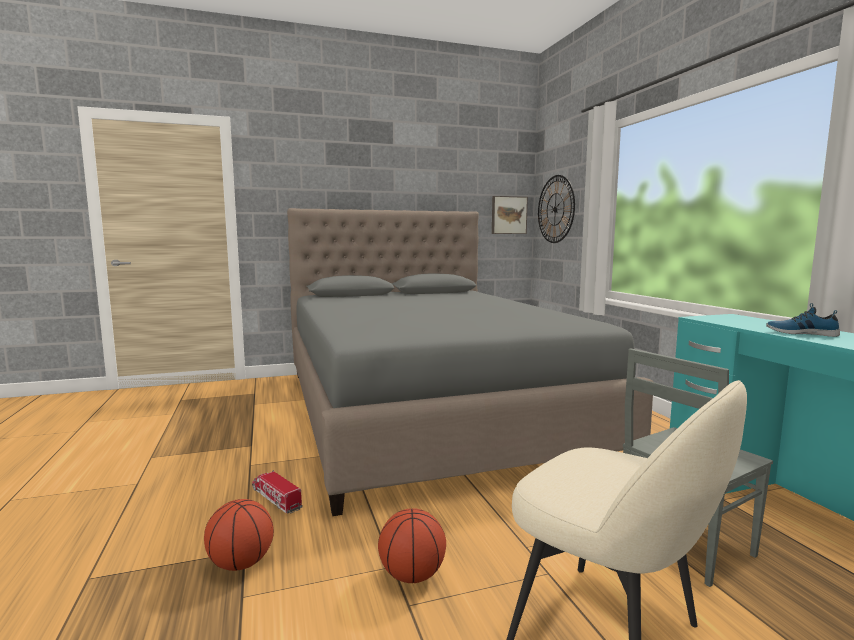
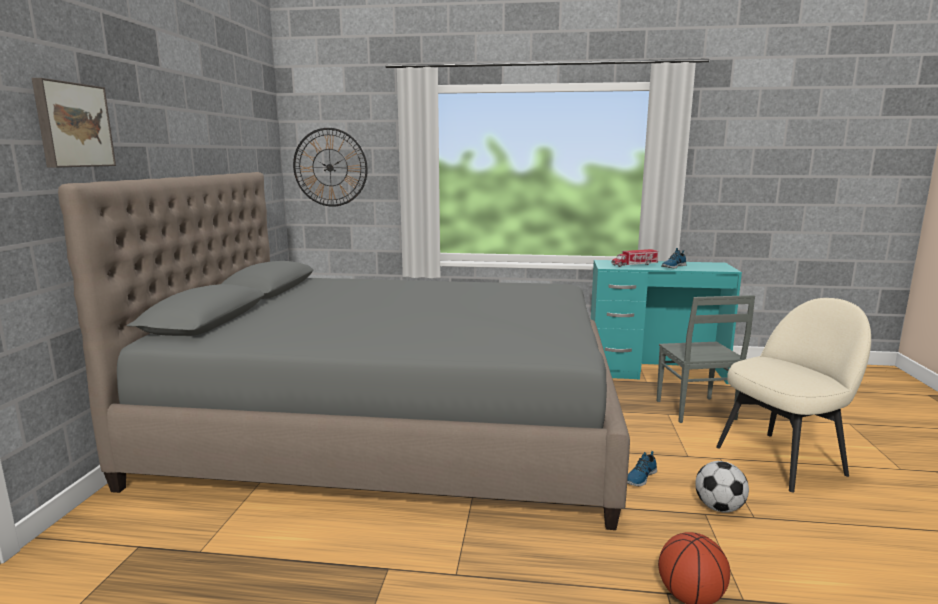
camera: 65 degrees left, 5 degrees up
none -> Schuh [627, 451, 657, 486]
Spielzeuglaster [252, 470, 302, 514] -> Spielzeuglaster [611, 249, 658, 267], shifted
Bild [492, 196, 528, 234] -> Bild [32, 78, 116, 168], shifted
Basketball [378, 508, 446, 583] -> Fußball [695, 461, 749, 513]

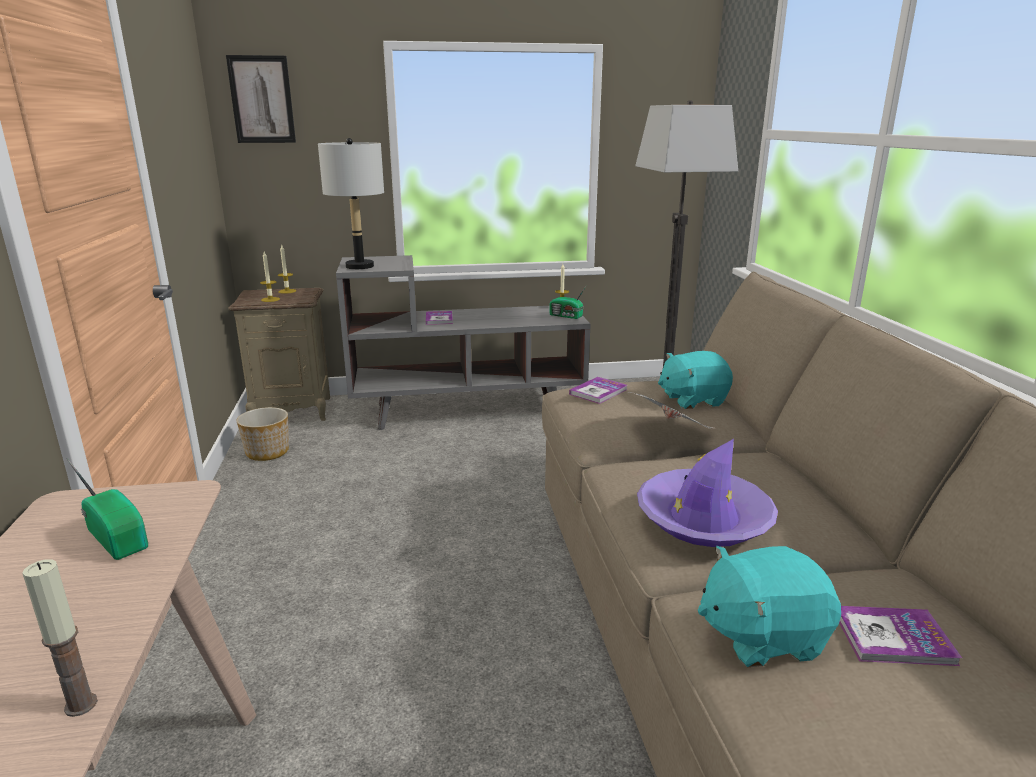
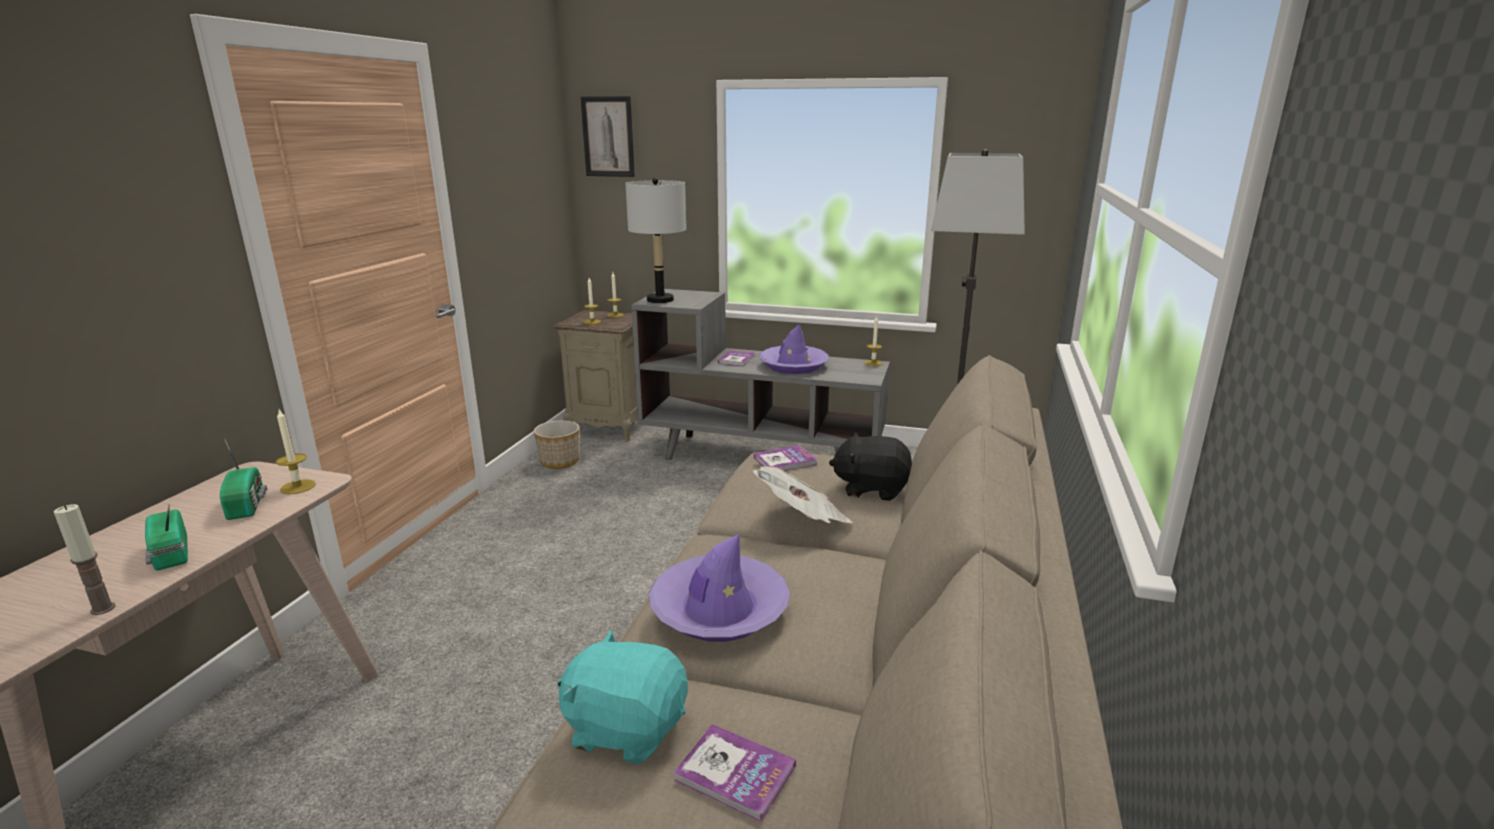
camera: 25 degrees right, 0 degrees up
none -> Kerze [276, 409, 316, 494]
none -> Hut [lila] [759, 325, 829, 374]
Radio [549, 285, 587, 319] -> Radio [145, 505, 188, 570], shifted
Plüschtier [türkis] [658, 351, 733, 409] -> Plüschtier [schwarz] [829, 433, 912, 501]

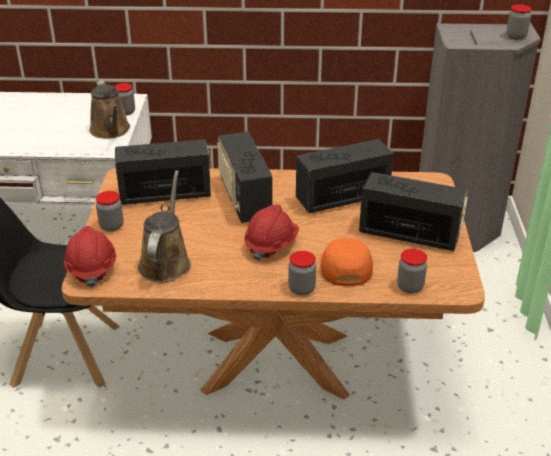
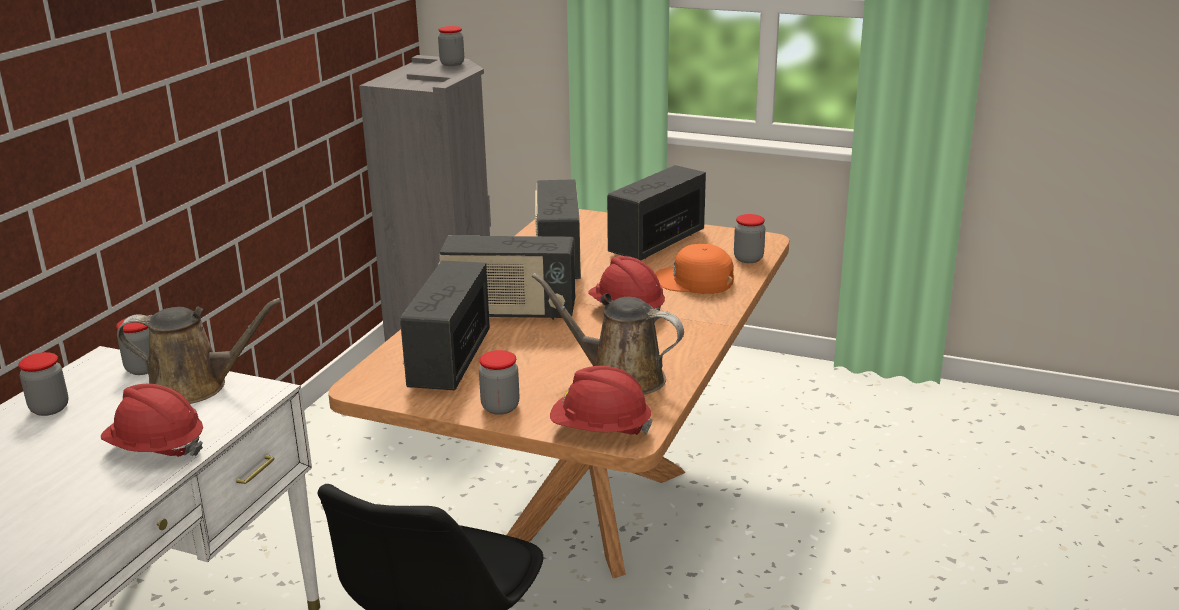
camera: 70 degrees left, 10 degrees down
none -> Schutzhelm [rot] [101, 384, 203, 457]
Vorratsglas [288, 251, 316, 296] -> Vorratsglas [18, 352, 69, 416], shifted

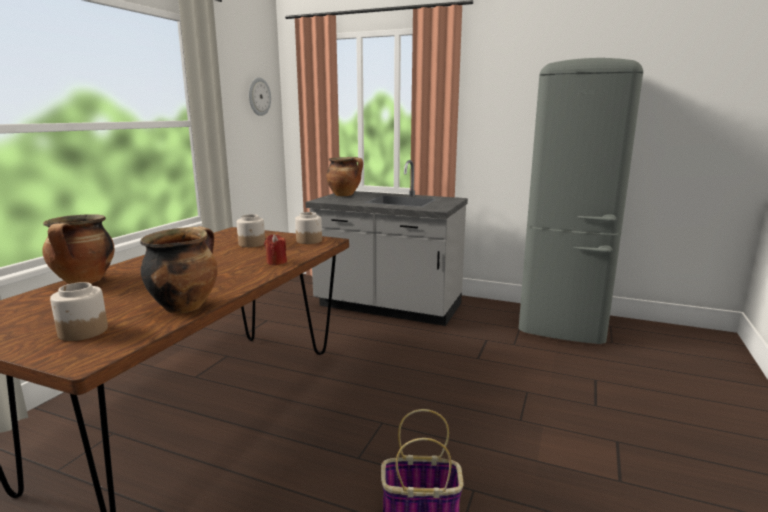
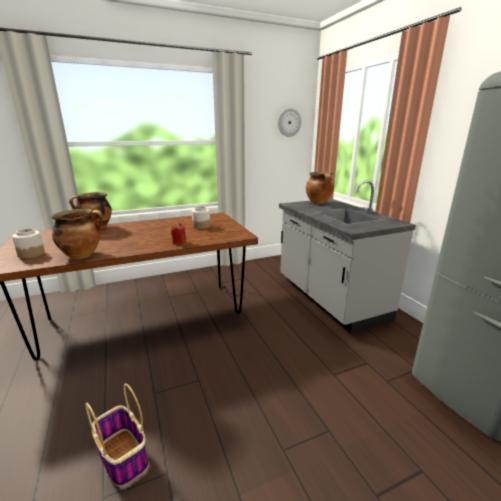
camera: 45 degrees right, 5 degrees up
Vorratsglas [295, 212, 322, 244] -> none

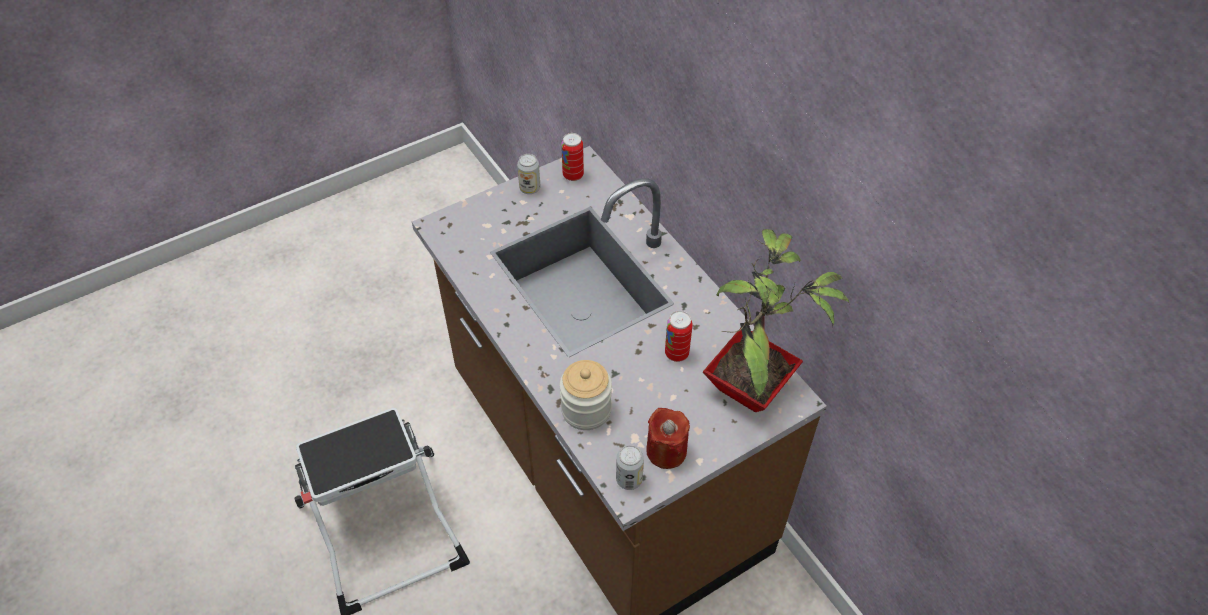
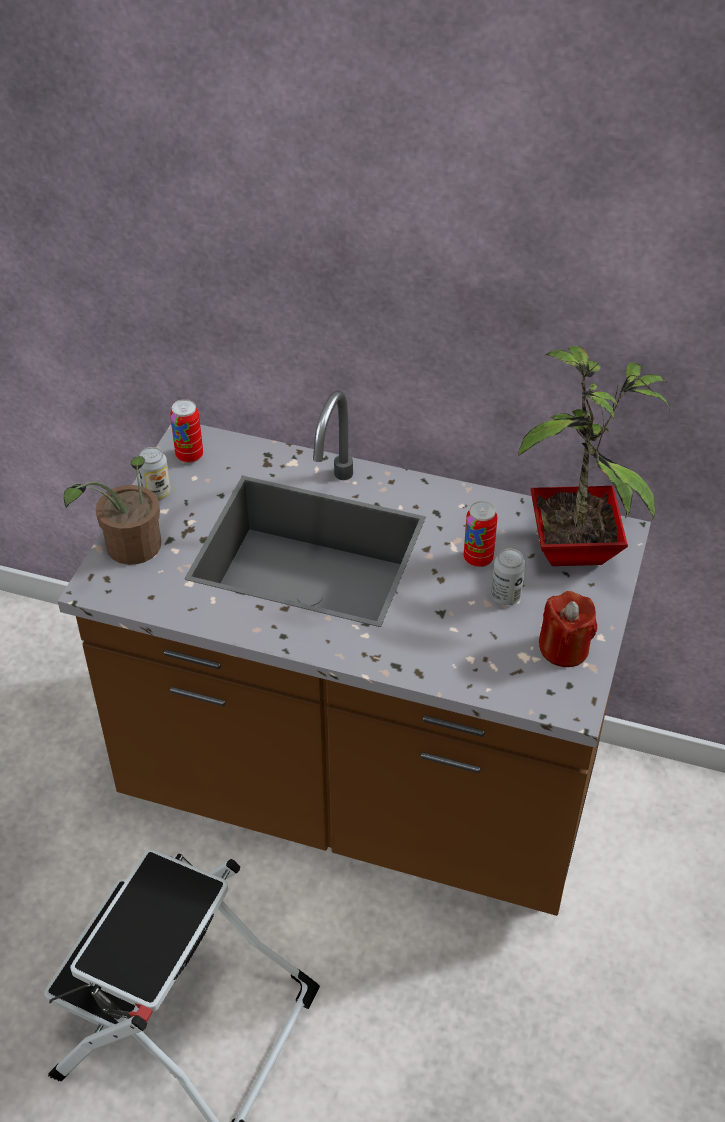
camera: 40 degrees left, 5 degrees down
Vorratsglas [559, 360, 612, 430] -> none
none -> Topfpflanze [64, 456, 161, 565]
Dose [616, 445, 644, 490] -> Dose [491, 549, 526, 605], shifted

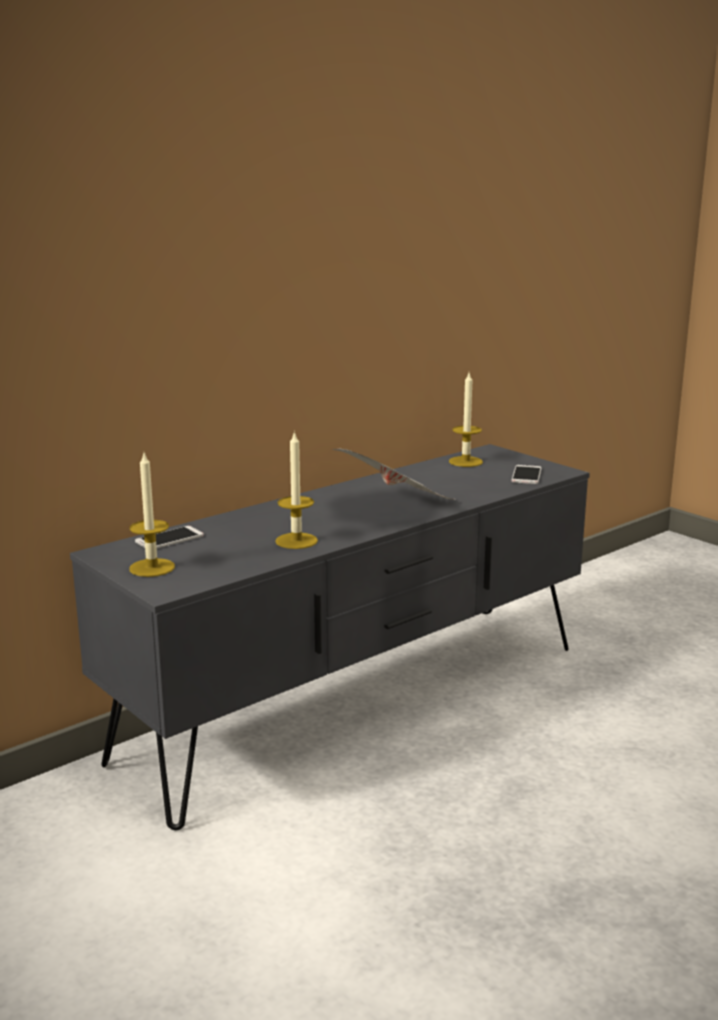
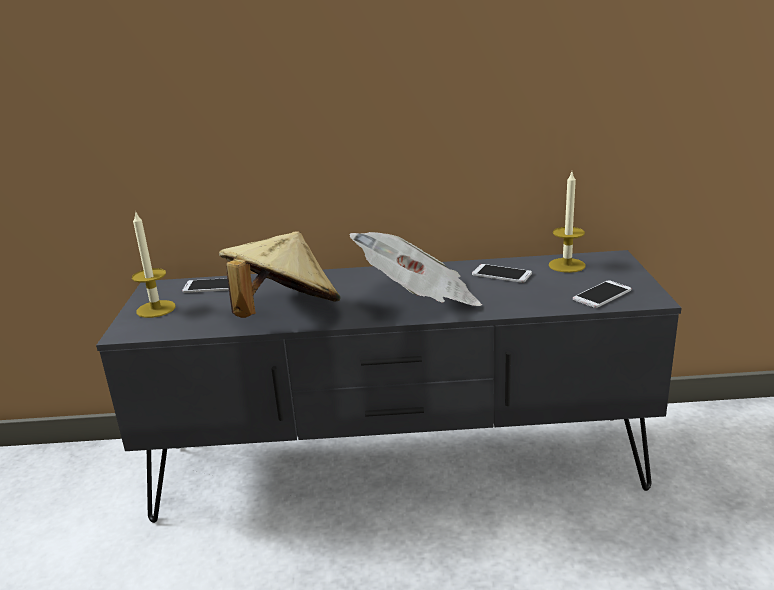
camera: 40 degrees right, 5 degrees up
none -> Handy [472, 264, 532, 283]
Kerze [275, 431, 318, 549] -> Hut [beige] [219, 231, 341, 318]

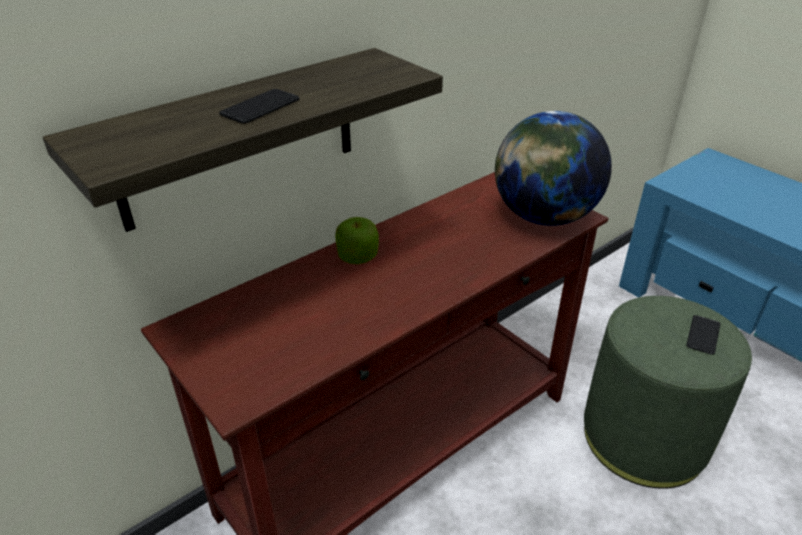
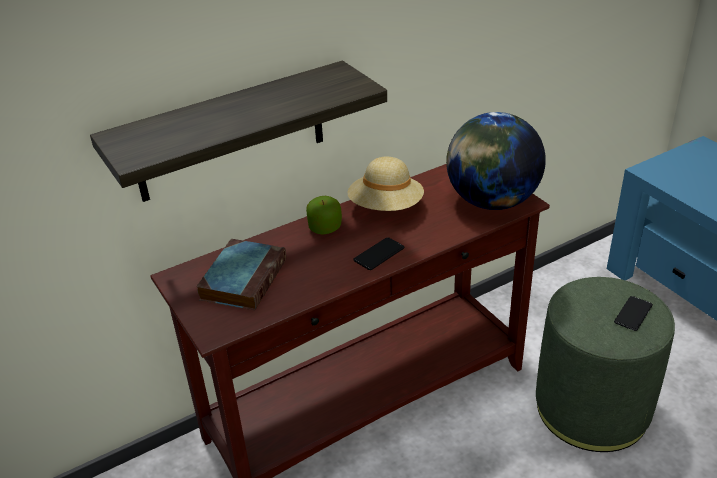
camera: 10 degrees right, 0 degrees up
none -> Buch [196, 239, 286, 311]
none -> Hut [beige] [348, 156, 424, 211]
Handy [219, 89, 300, 124] -> Handy [353, 237, 404, 270], shifted

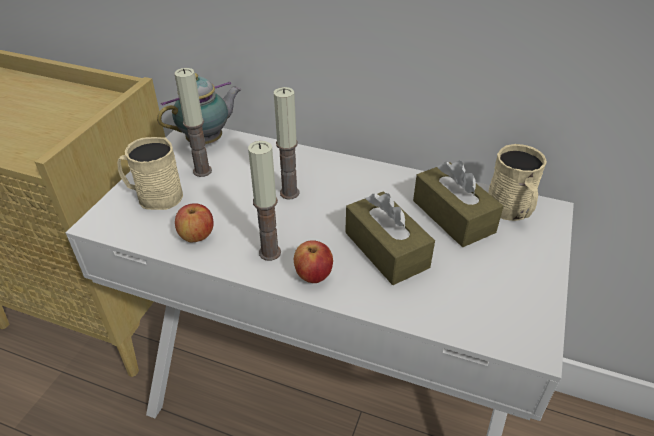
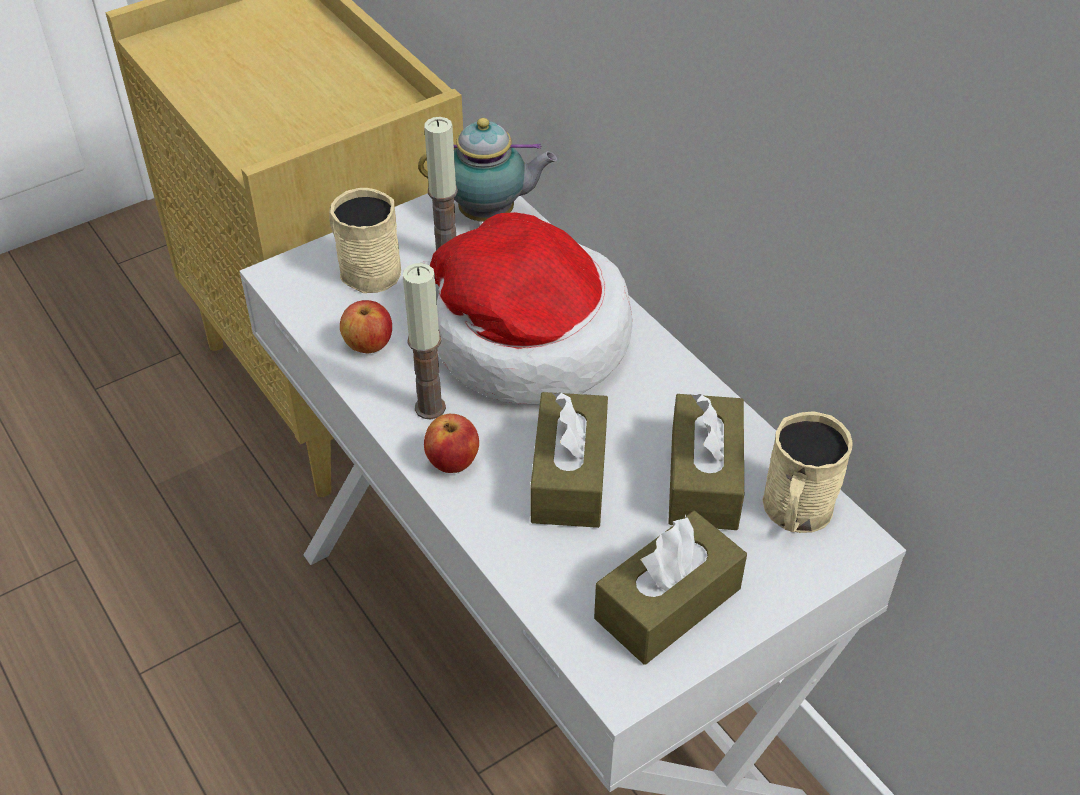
camera: 35 degrees right, 5 degrees up
none -> Taschentuchbox [braun] [594, 511, 747, 665]
Kerze [274, 87, 300, 199] -> Hut [421, 212, 632, 404]

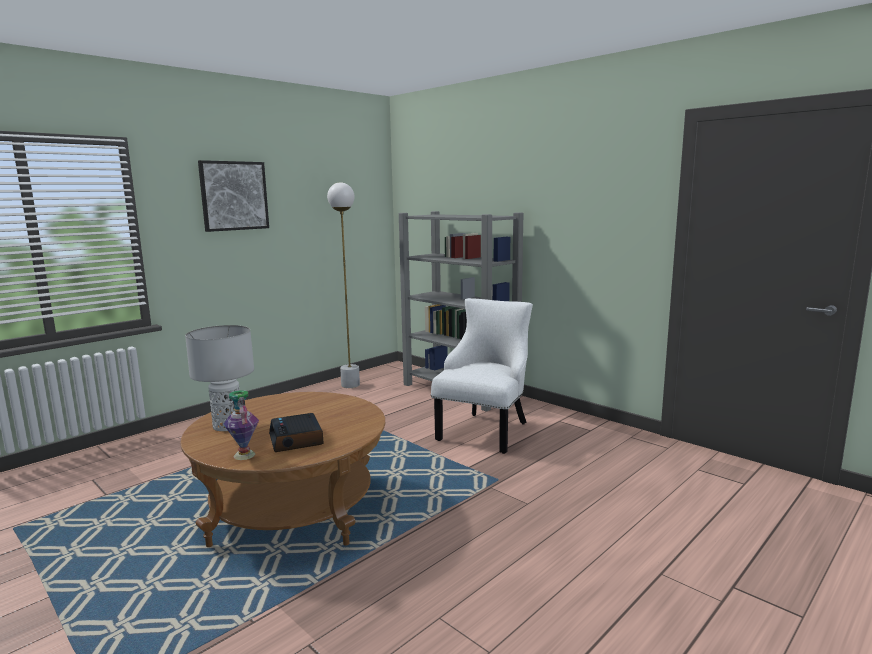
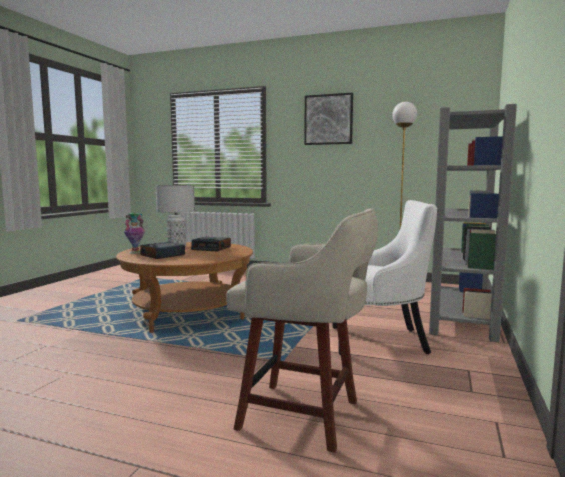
camera: 65 degrees right, 5 degrees down
none -> Wecker [191, 236, 231, 252]
none -> Hocker [beige] [226, 209, 378, 453]

